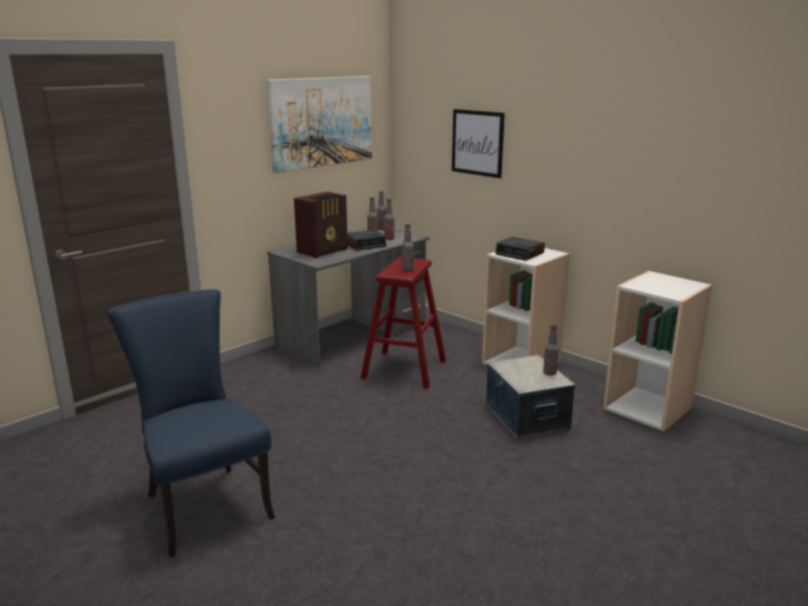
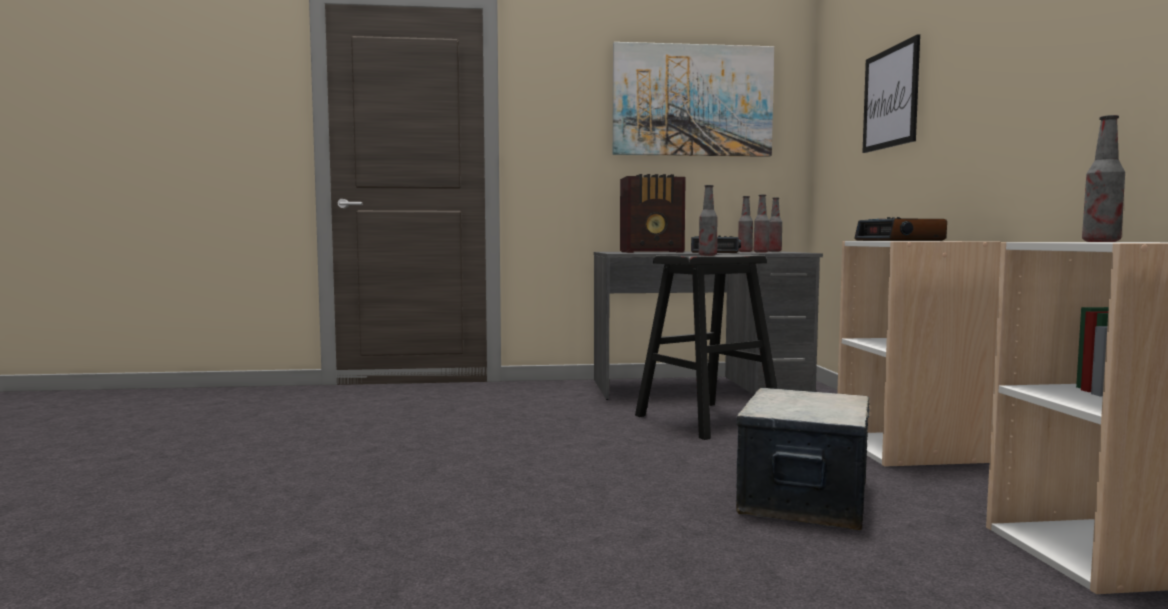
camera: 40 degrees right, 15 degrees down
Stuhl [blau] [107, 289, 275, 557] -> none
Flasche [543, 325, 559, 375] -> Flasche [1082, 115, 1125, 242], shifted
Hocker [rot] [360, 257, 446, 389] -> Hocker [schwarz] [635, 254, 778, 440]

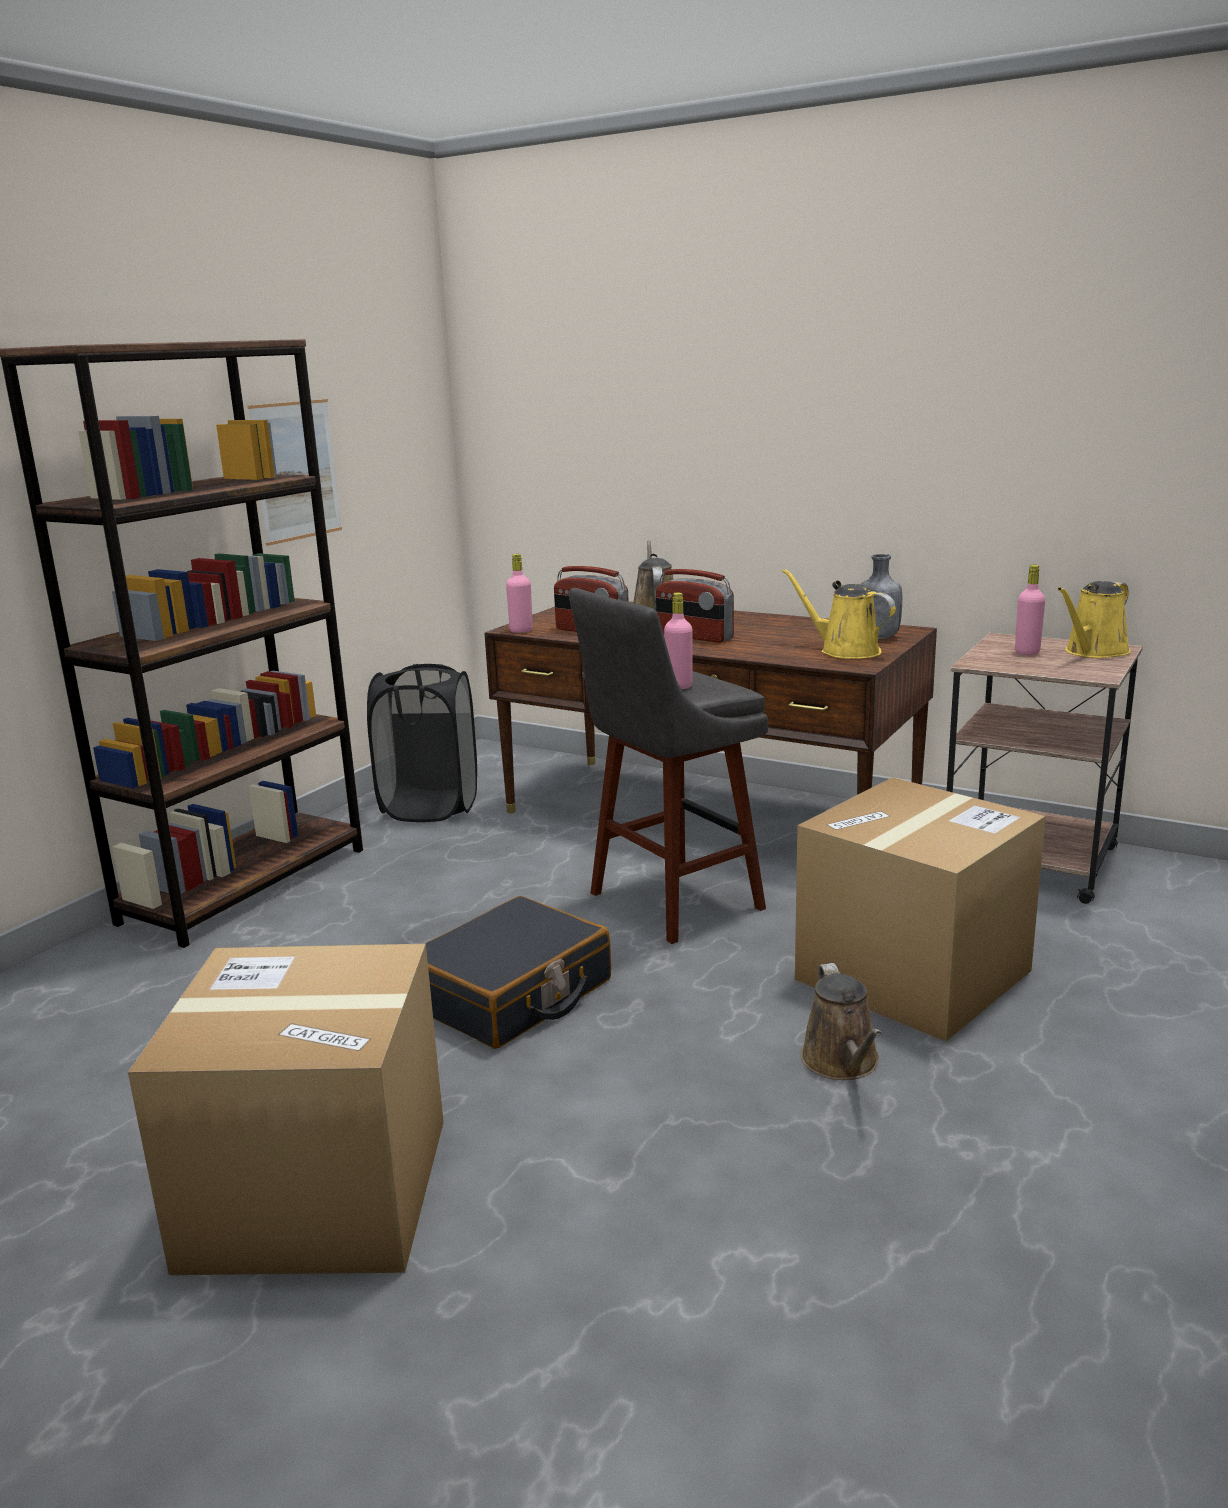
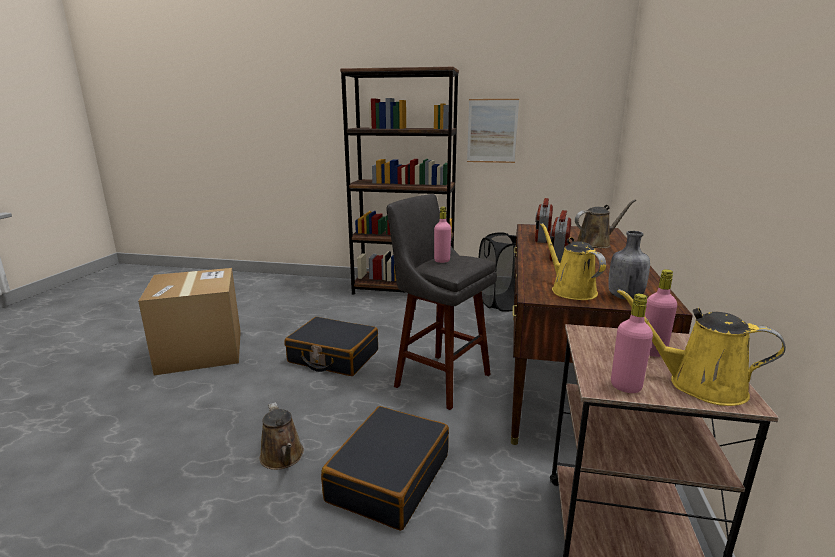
camera: 70 degrees right, 0 degrees up
Flasche [rosa] [506, 554, 533, 633] -> Flasche [rosa] [611, 294, 653, 393], shifted
Karton [795, 777, 1046, 1042] -> Koffer [schwarz] [321, 406, 449, 531]
Gießkanne [gelb] [782, 569, 896, 659] -> Gießkanne [gelb] [540, 223, 606, 300], 45 degrees counterclockwise
Gießkanne [braun] [801, 963, 882, 1080] -> Gießkanne [braun] [260, 402, 304, 470], 90 degrees counterclockwise

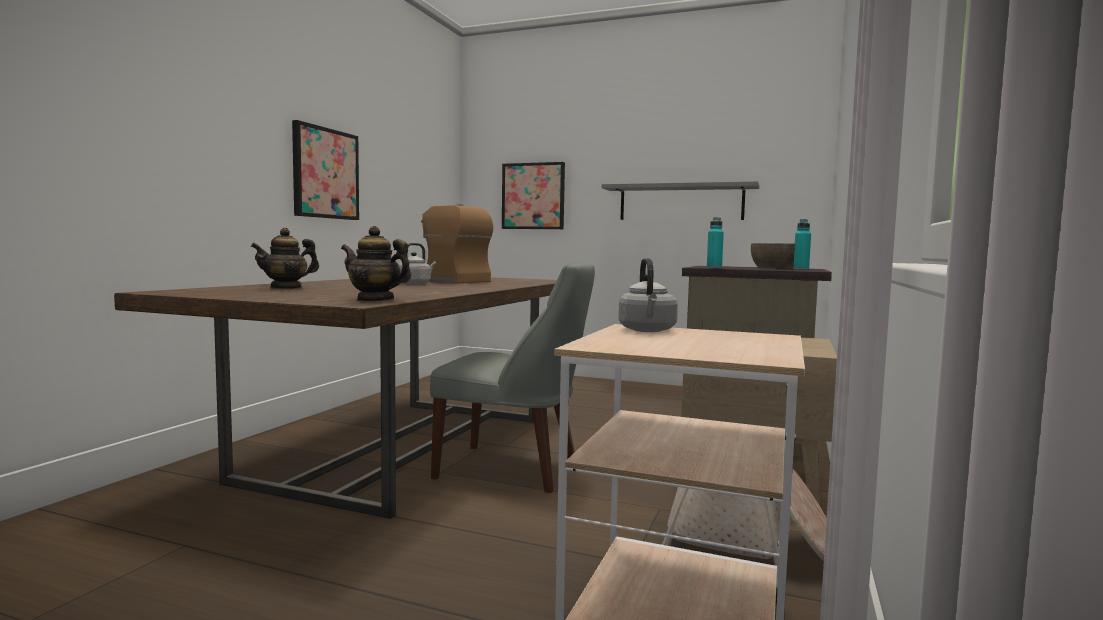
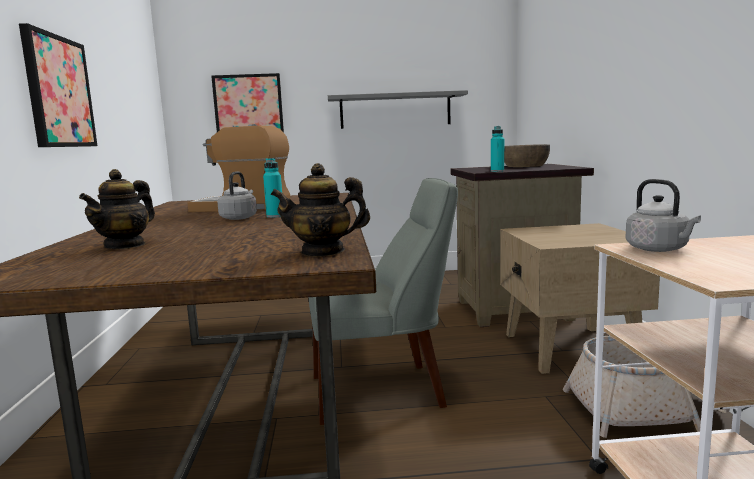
camera: 25 degrees left, 5 degrees up
Flasche [türkis] [793, 219, 811, 270] -> Flasche [türkis] [263, 158, 282, 218], shifted

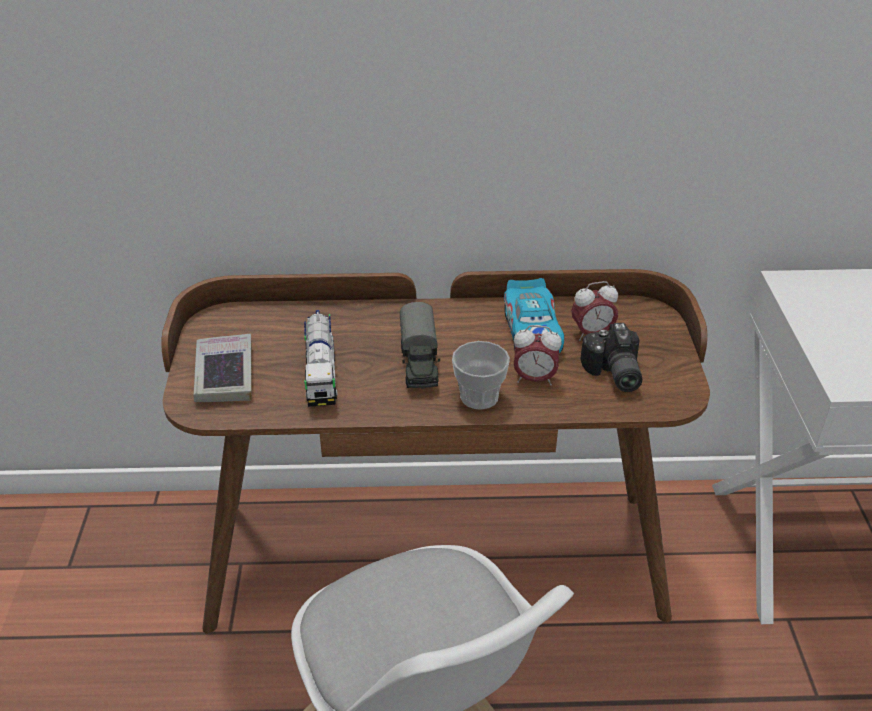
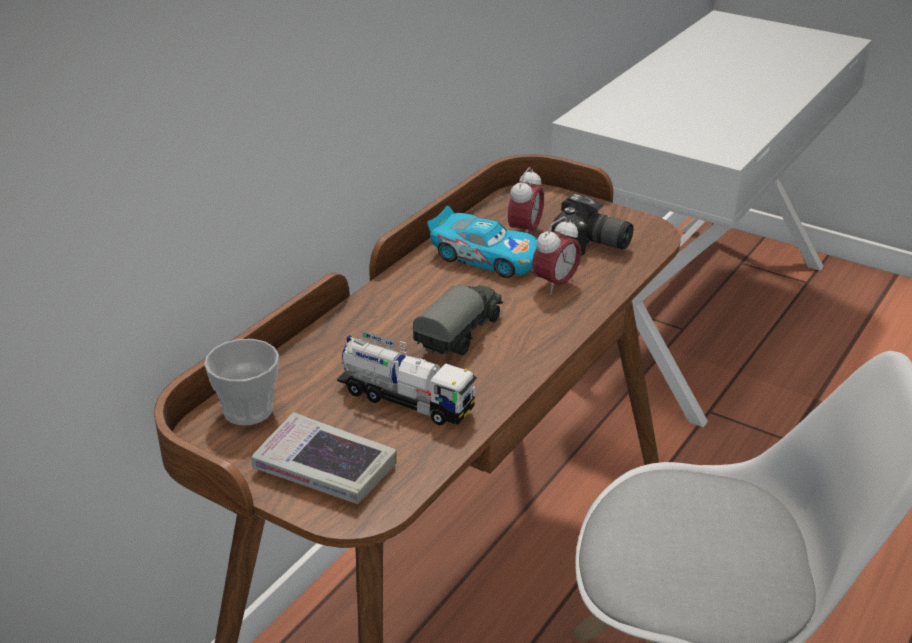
camera: 55 degrees left, 5 degrees down
Tasse [452, 341, 510, 410] -> Tasse [204, 339, 279, 425], shifted
Spielzeuglaster [400, 302, 440, 388] -> Spielzeuglaster [412, 285, 503, 355], 90 degrees counterclockwise

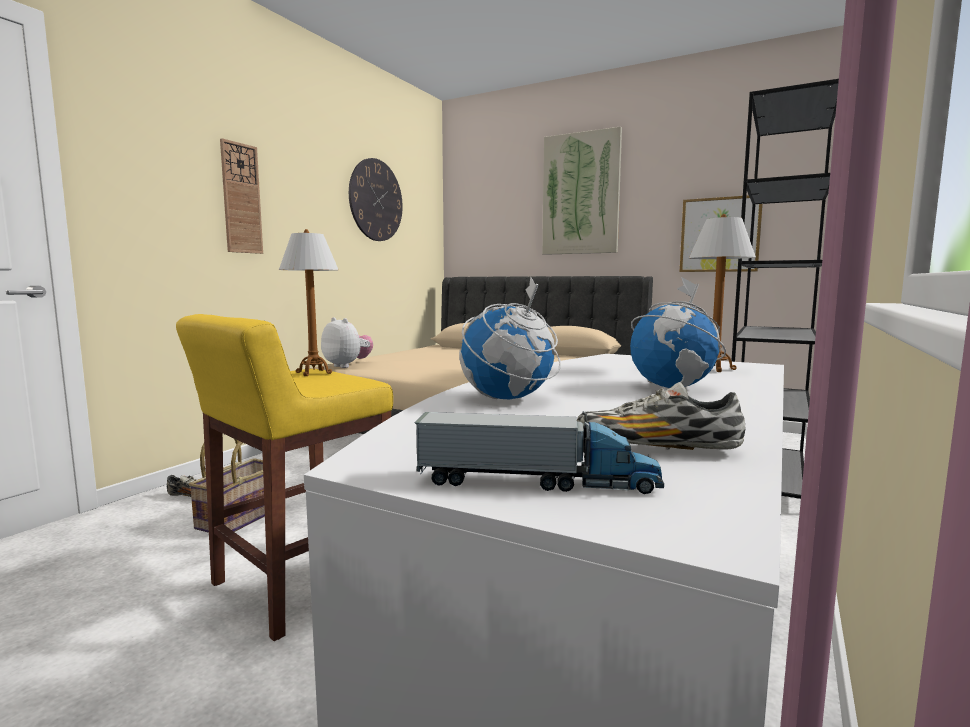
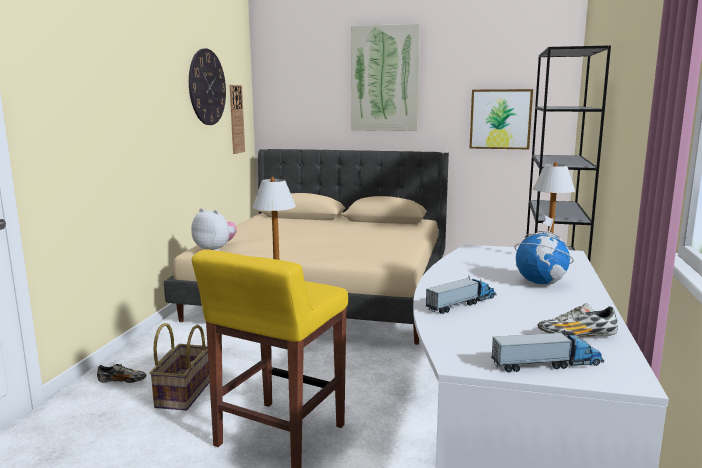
camera: 15 degrees left, 5 degrees up
Wanduhr [220, 138, 263, 254] -> Wanduhr [230, 85, 245, 154], shifted
Globus [459, 276, 561, 399] -> Spielzeuglaster [426, 276, 497, 314]

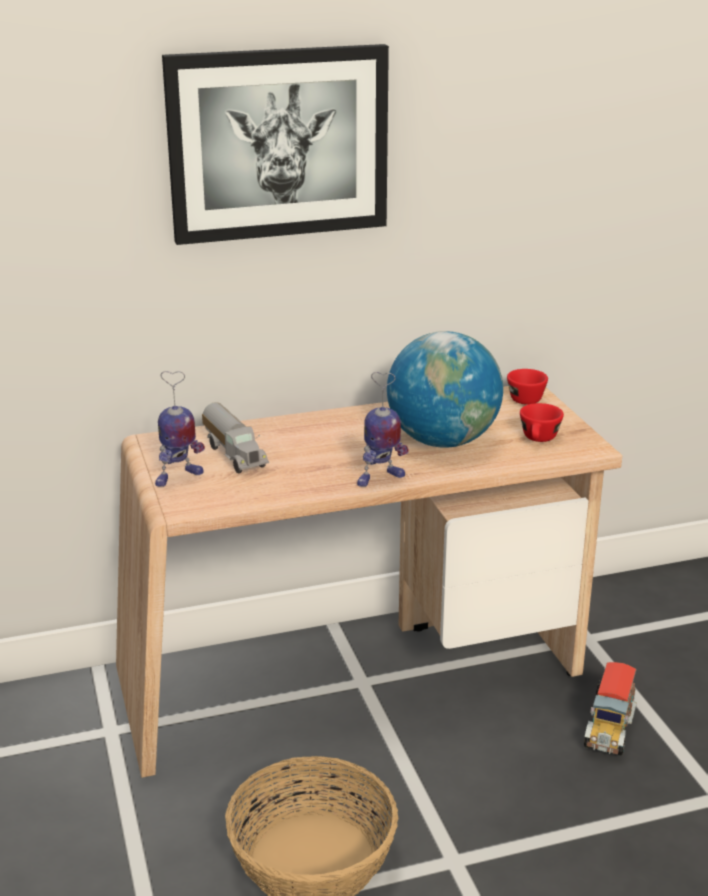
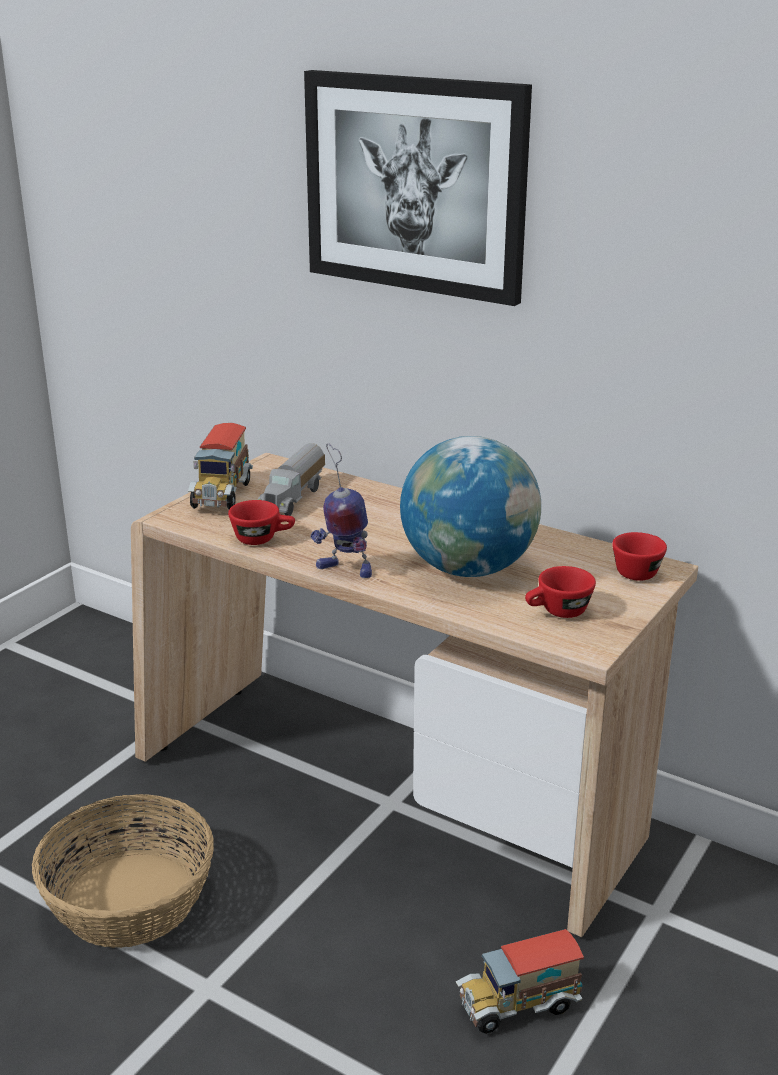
camera: 50 degrees right, 0 degrees up
none -> Tasse [rot] [228, 500, 295, 545]
Spielzeugroboter [155, 371, 205, 487] -> Spielzeuglaster [188, 423, 253, 509]

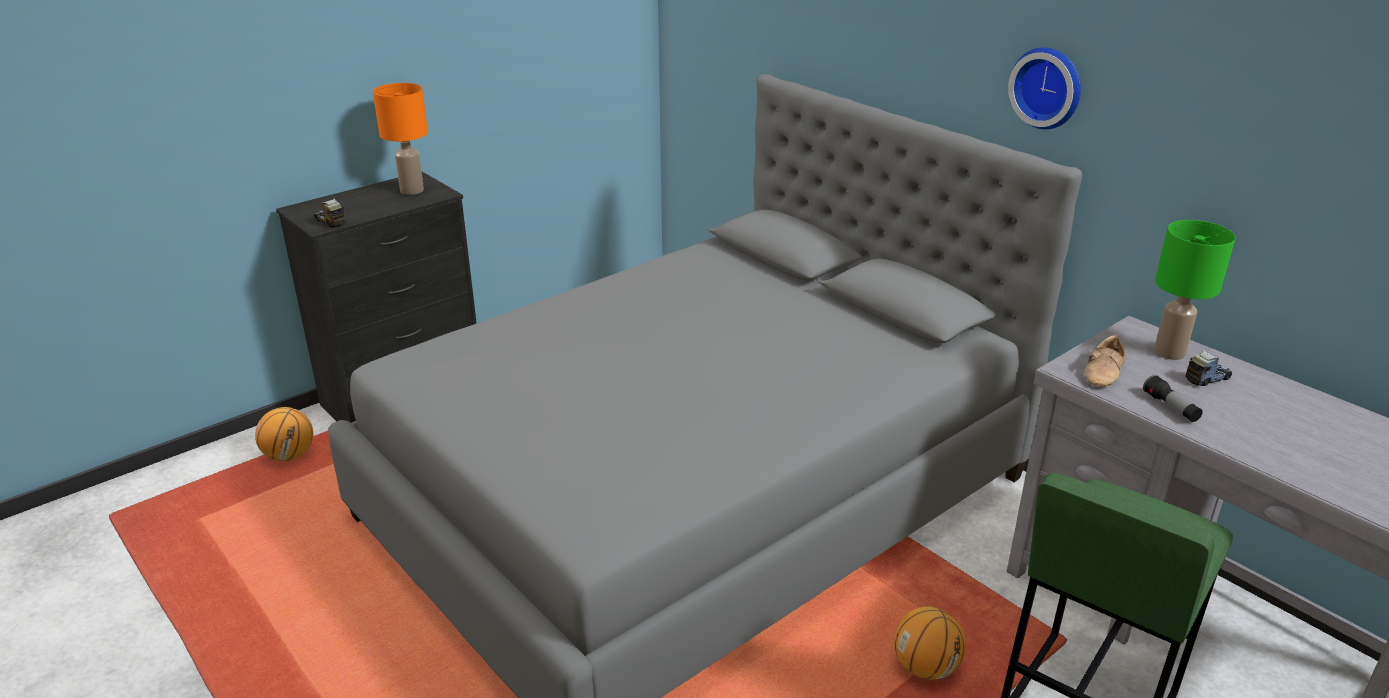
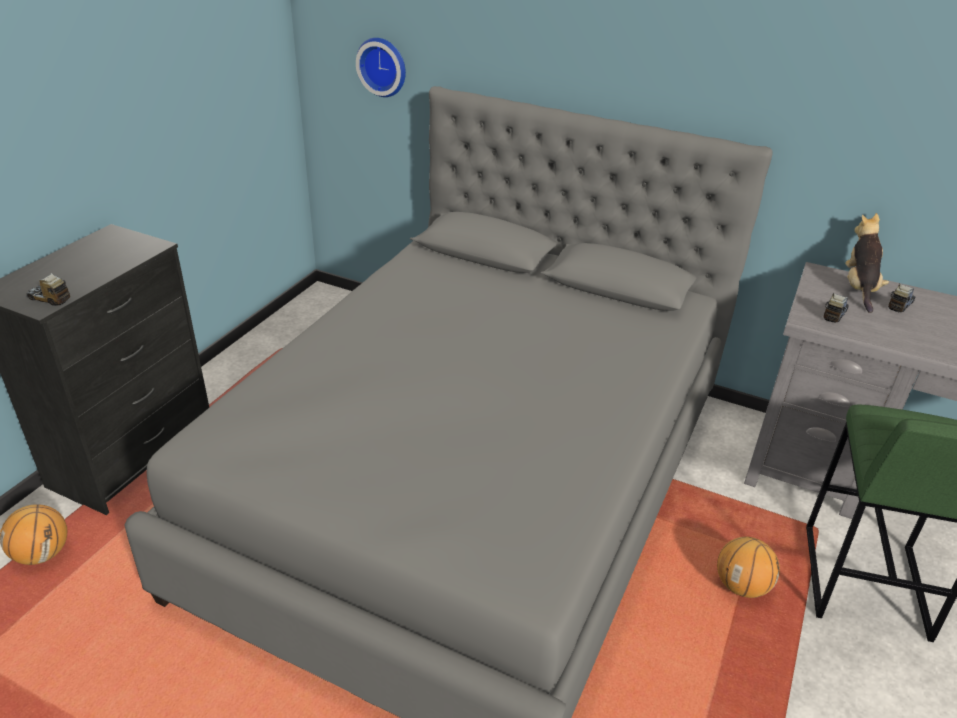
camera: 25 degrees left, 5 degrees up
Tischlampe [orange] [373, 83, 428, 195] -> none
Taschenlampe [1143, 375, 1203, 422] -> none
Wanduhr [1008, 47, 1081, 129] -> Wanduhr [356, 38, 406, 97], shifted
Schuh [beige] [1085, 335, 1125, 387] -> Spielzeuglaster [823, 293, 849, 323]
Tischlampe [grün] [1154, 220, 1236, 360] -> Plüschtier [845, 213, 889, 313]

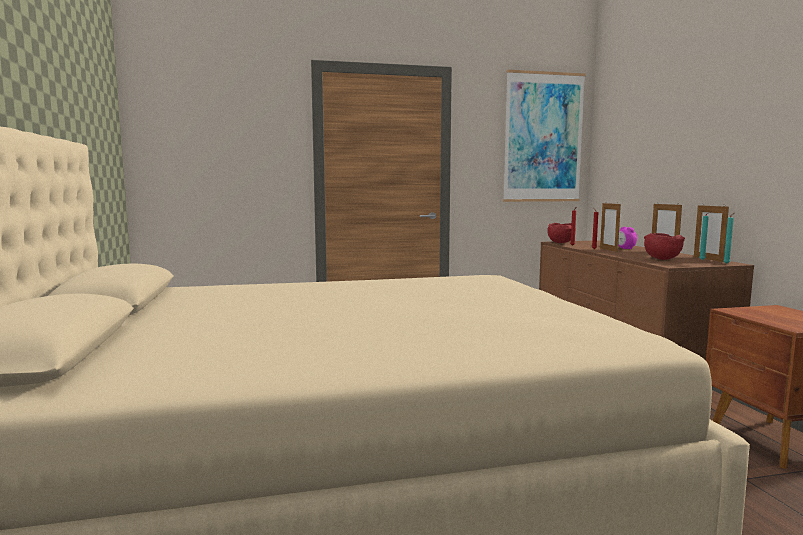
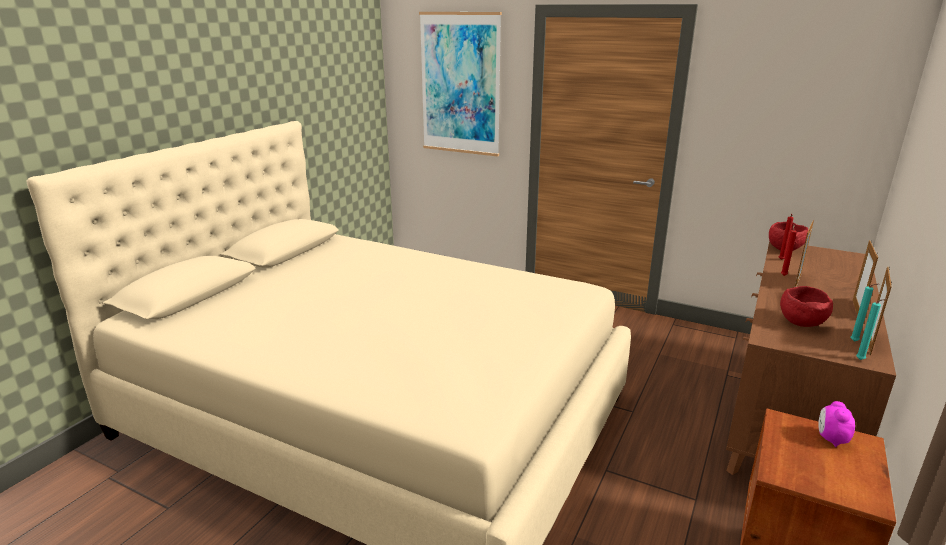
camera: 40 degrees right, 15 degrees up
Bild [503, 70, 586, 202] -> Bild [419, 12, 502, 157], shifted
Wecker [618, 227, 637, 249] -> Wecker [818, 401, 855, 447], shifted

